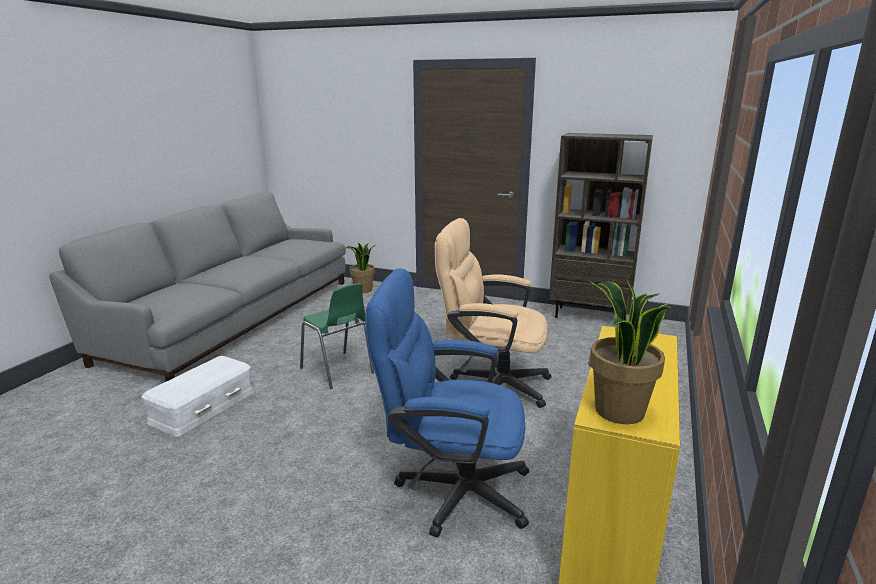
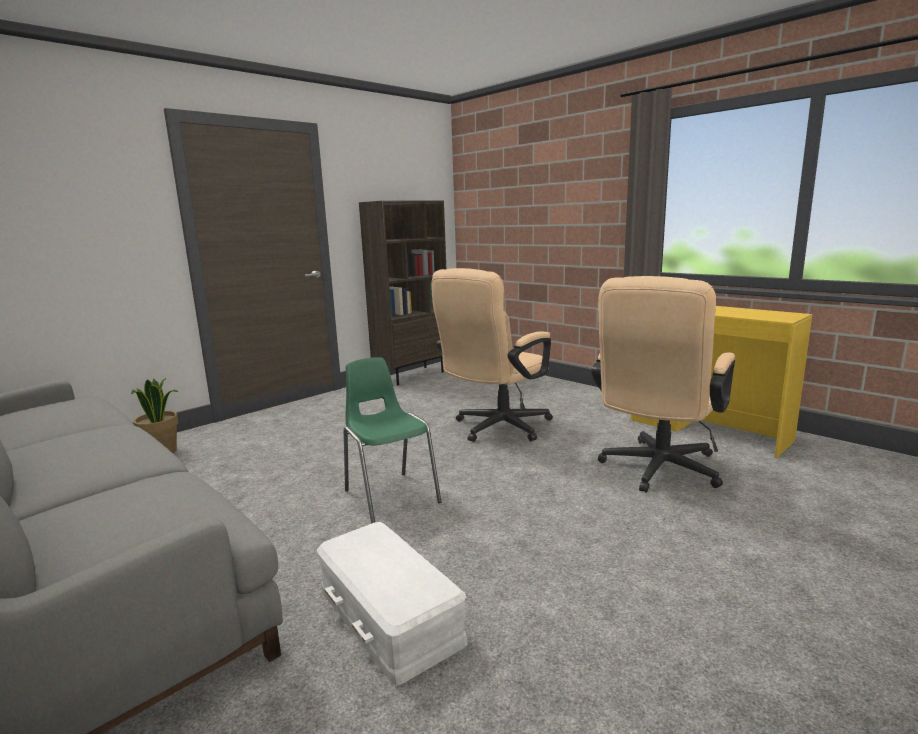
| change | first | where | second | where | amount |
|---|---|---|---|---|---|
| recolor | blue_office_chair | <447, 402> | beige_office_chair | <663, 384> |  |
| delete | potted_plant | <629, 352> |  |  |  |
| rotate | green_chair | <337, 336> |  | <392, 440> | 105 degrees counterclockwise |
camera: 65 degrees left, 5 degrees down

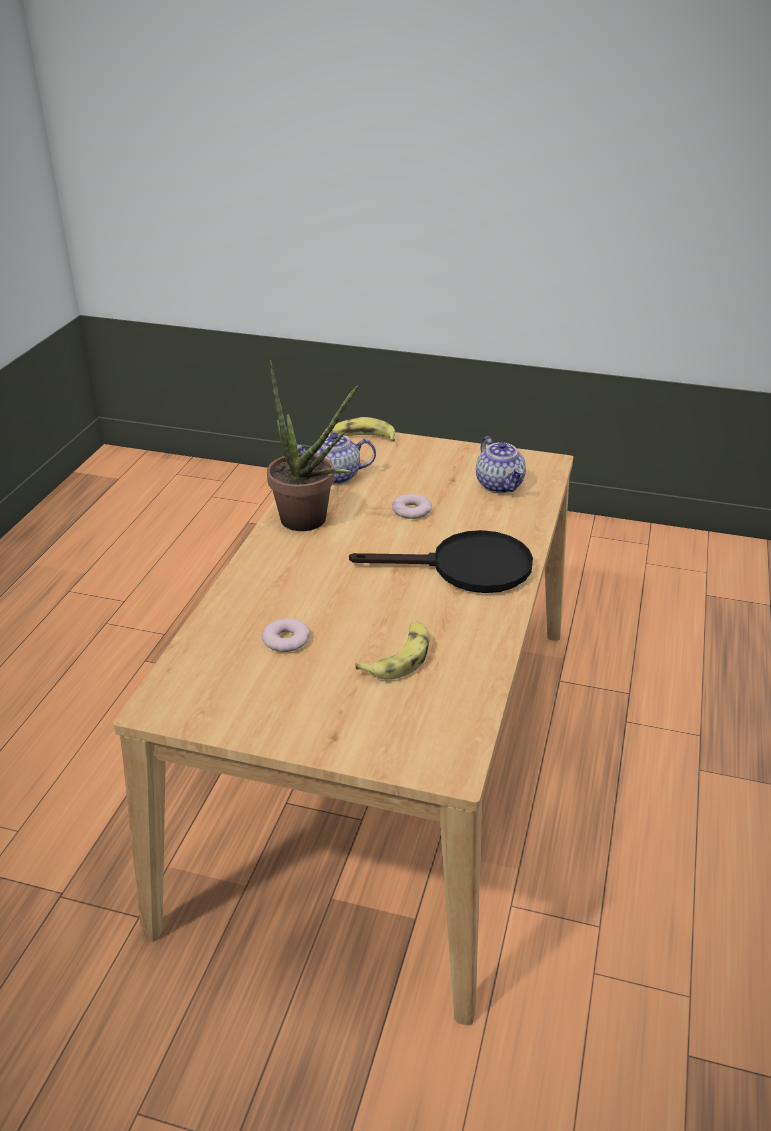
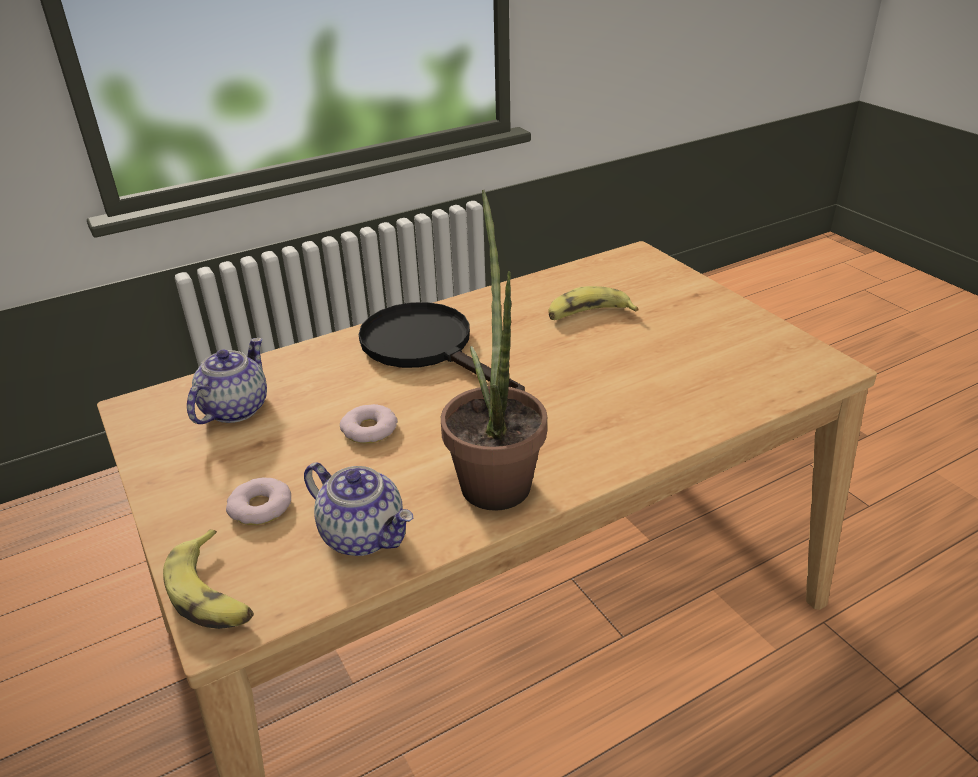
| change | first | where | second | where | amount |
|---|---|---|---|---|---|
| move | donut | <286, 635> |  | <258, 501> |  |
camera: 135 degrees left, 0 degrees up

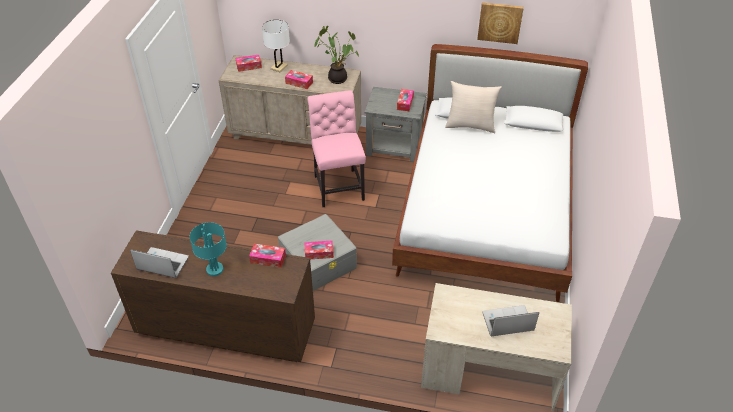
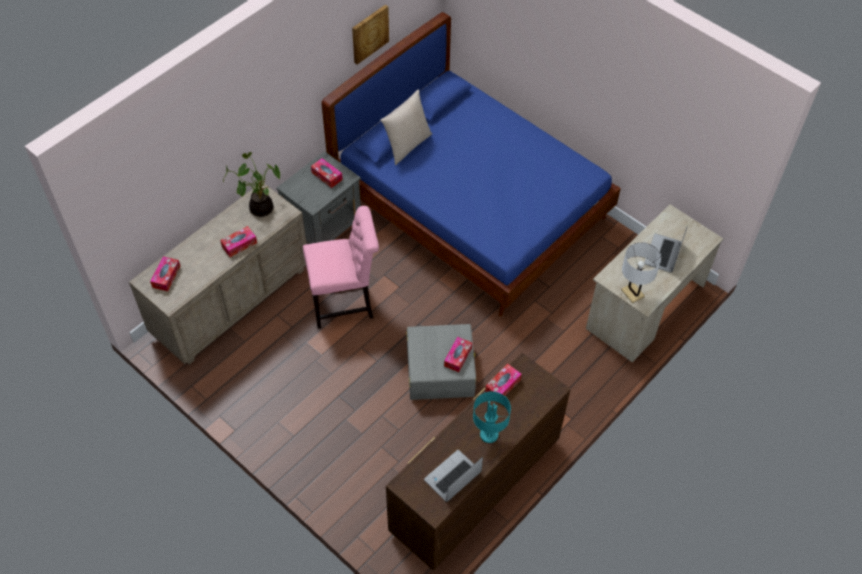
| change | first | where | second | where | amount |
|---|---|---|---|---|---|
| move | white_table_lamp | <276, 46> |  | <641, 272> |  |
| recolor | white_bed | <490, 173> | blue_bed | <471, 164> |  |
| rotate | pink_chair | <336, 148> |  | <341, 267> | 150 degrees clockwise |
camera: 60 degrees left, 10 degrees up

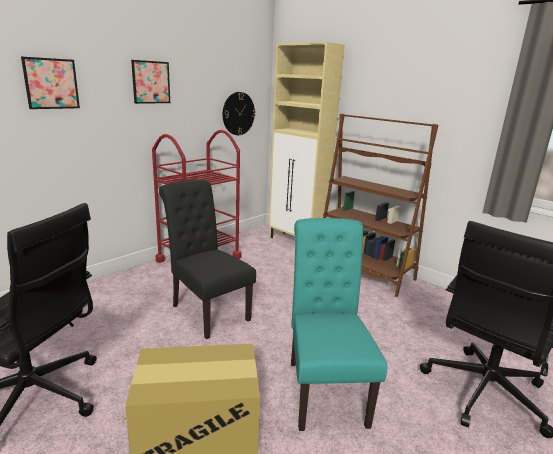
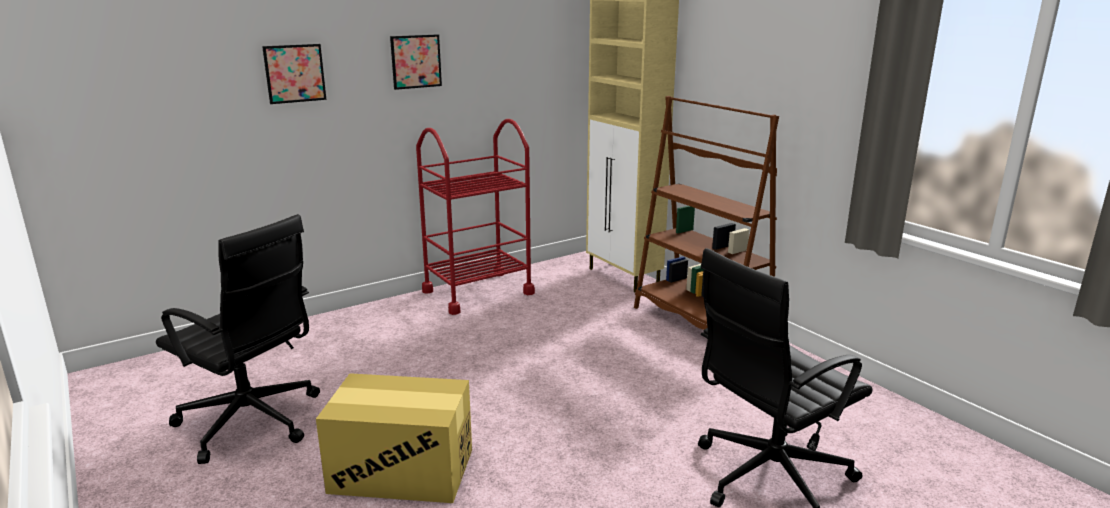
| change | first | where | second | where | amount |
|---|---|---|---|---|---|
| delete | wall_clock | <239, 113> |  |  |  |
| delete | black_chair | <207, 259> |  |  |  |
| delete | turquoise_chair | <339, 324> |  |  |  |
camera: 15 degrees right, 0 degrees up

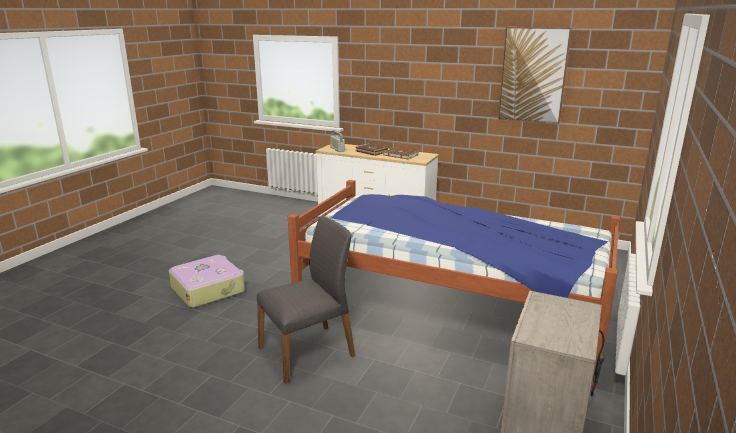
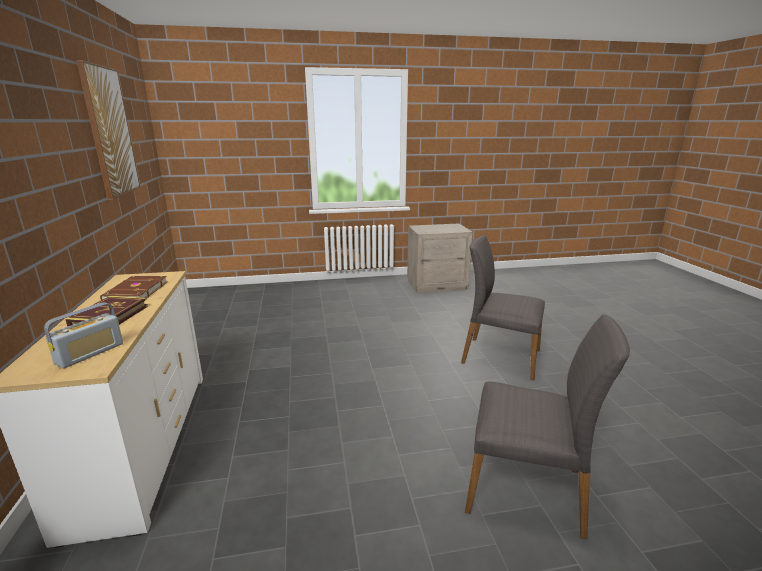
| change | first | where | second | where | amount |
|---|---|---|---|---|---|
| delete | bed | <454, 284> |  |  |  |
| replace | suitcase | <207, 281> | grey_chair | <547, 426> |  |
camera: 125 degrees left, 0 degrees up

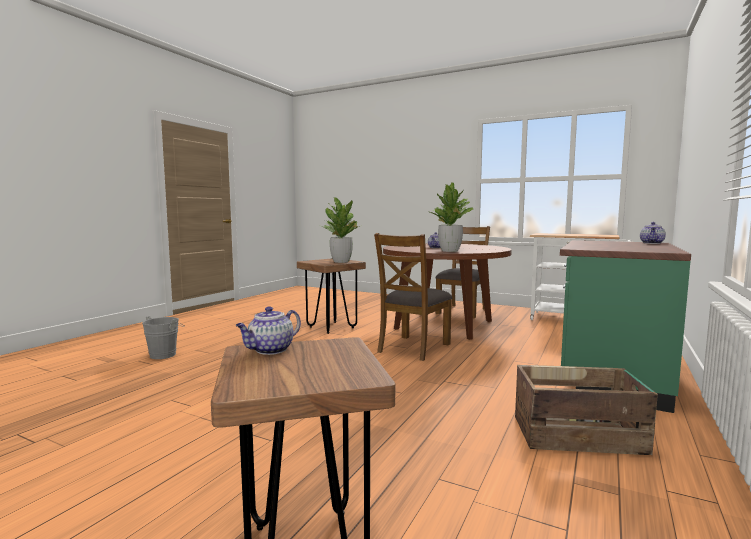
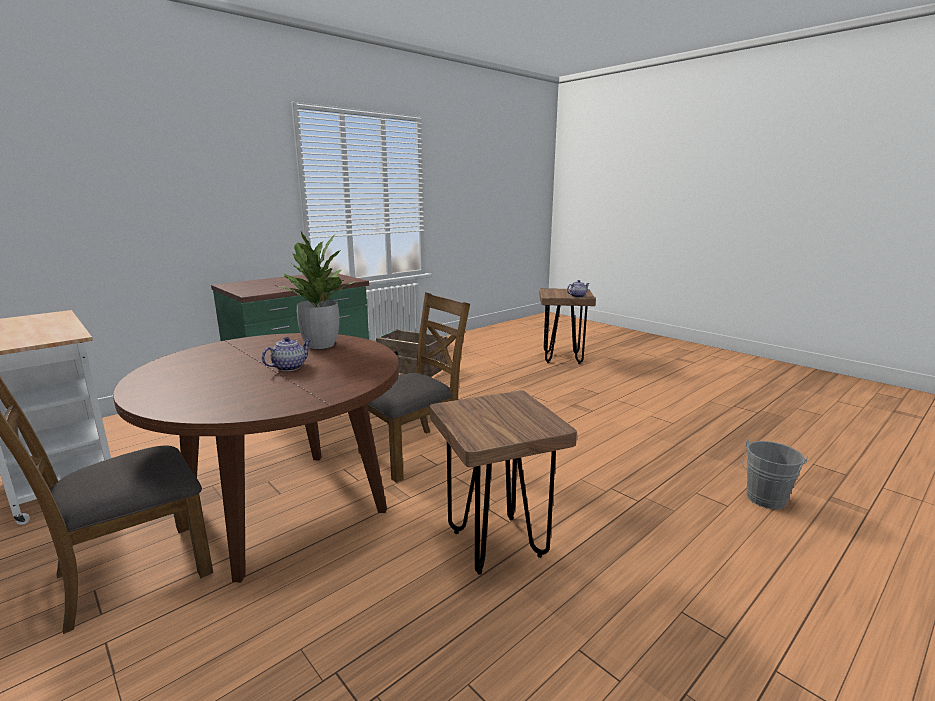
| change | first | where | second | where | amount |
|---|---|---|---|---|---|
| delete | potted_plant | <342, 230> |  |  |  |
| delete | teapot | <653, 233> |  |  |  |
camera: 160 degrees left, 10 degrees up

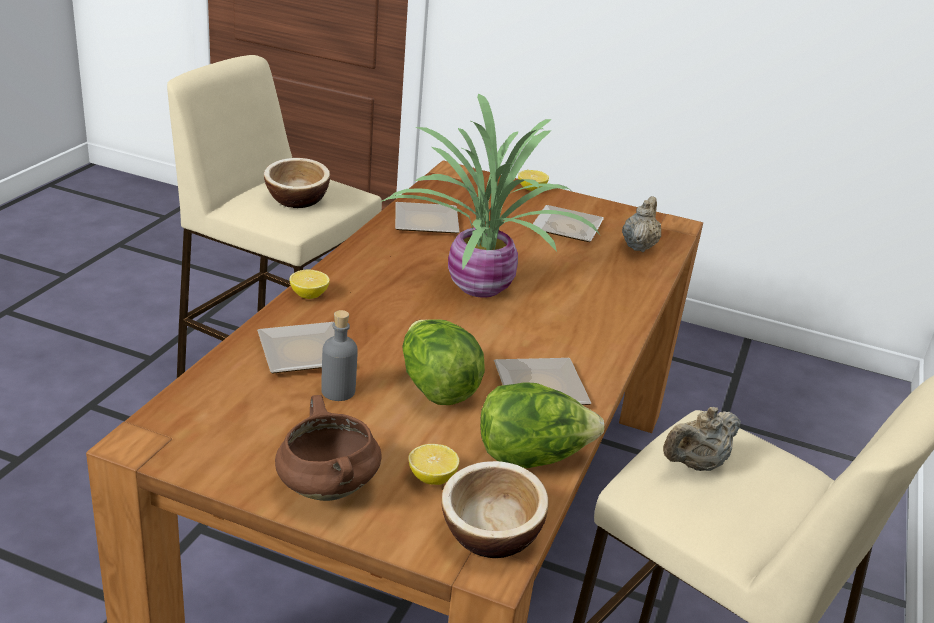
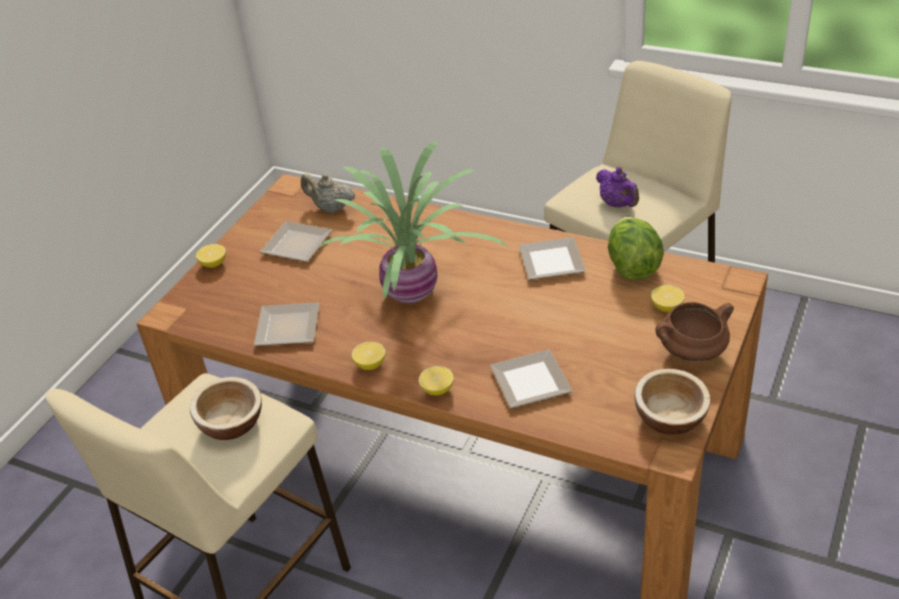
| change | first | where | second | where | amount |
|---|---|---|---|---|---|
| delete | grey_bottle | <339, 355> |  |  |  |
| delete | lettuce | <444, 362> |  |  |  |
| recolor | beige_teapot | <702, 439> | purple_teapot | <617, 187> |  |
| move | bowl | <495, 509> |  | <673, 402> |  |
| insert |  |  | lemon | <369, 356> |  |
camera: 80 degrees left, 10 degrees up

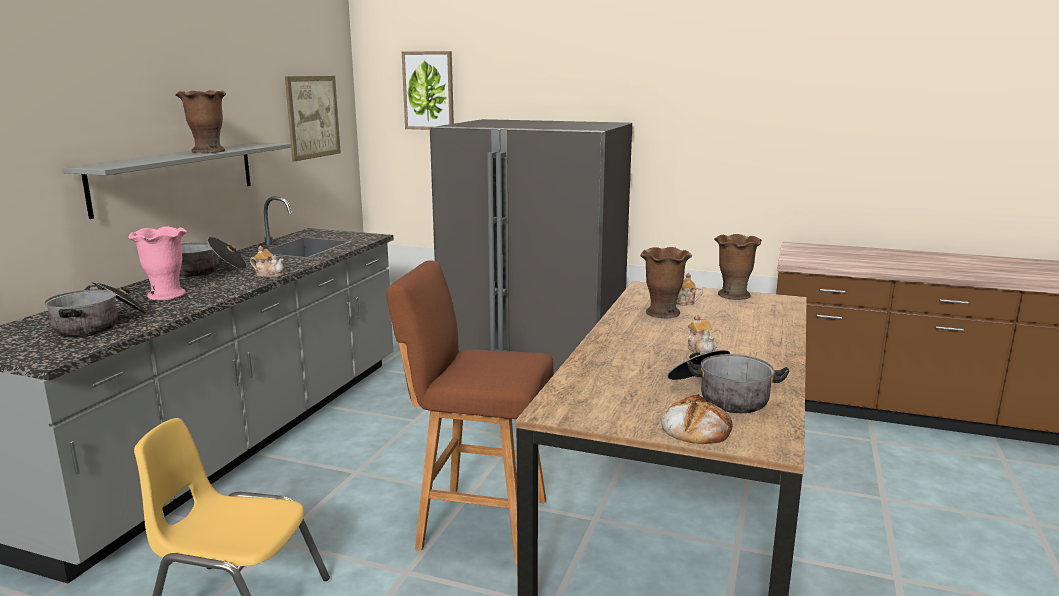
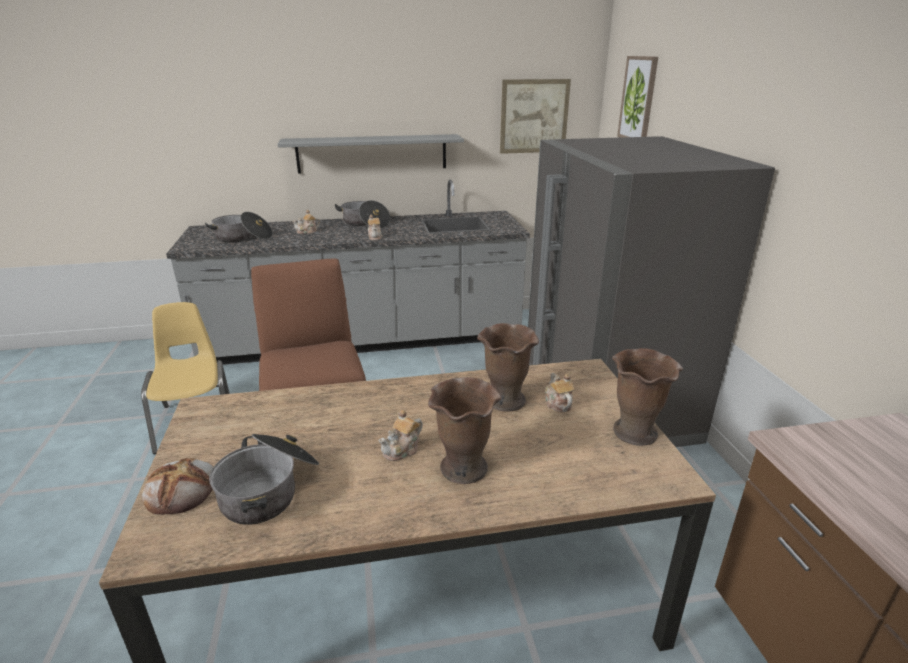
| change | first | where | second | where | amount |
|---|---|---|---|---|---|
| move | brown_vase | <200, 121> |  | <465, 430> |  |
| replace | pink_vase | <158, 263> | teapot | <306, 222> |  |
camera: 60 degrees right, 10 degrees up

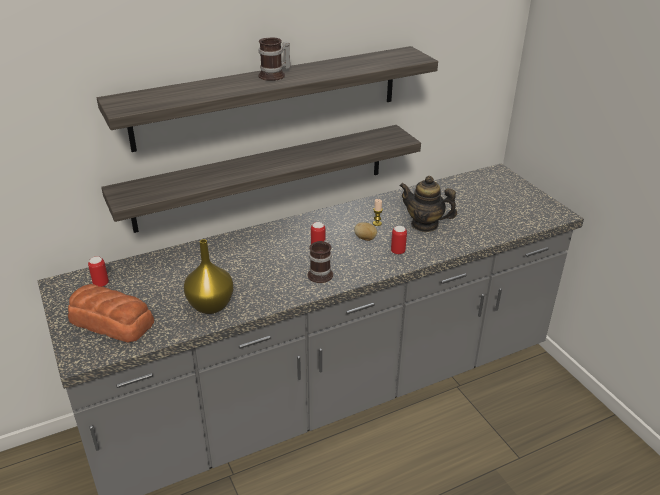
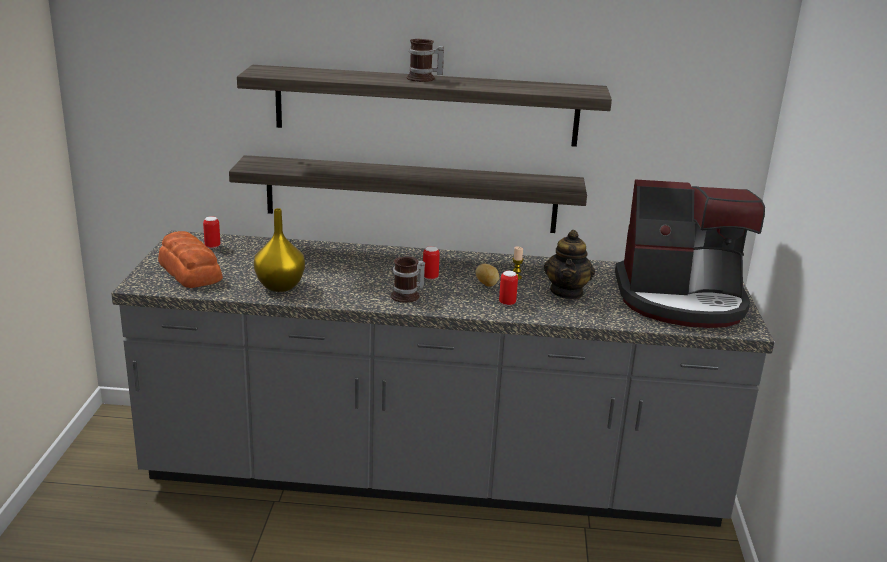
| change | first | where | second | where | amount |
|---|---|---|---|---|---|
| rotate | teapot | <428, 204> |  | <569, 264> | 135 degrees counterclockwise |
| insert |  |  | coffee_machine | <690, 254> |  |
camera: 30 degrees right, 10 degrees down

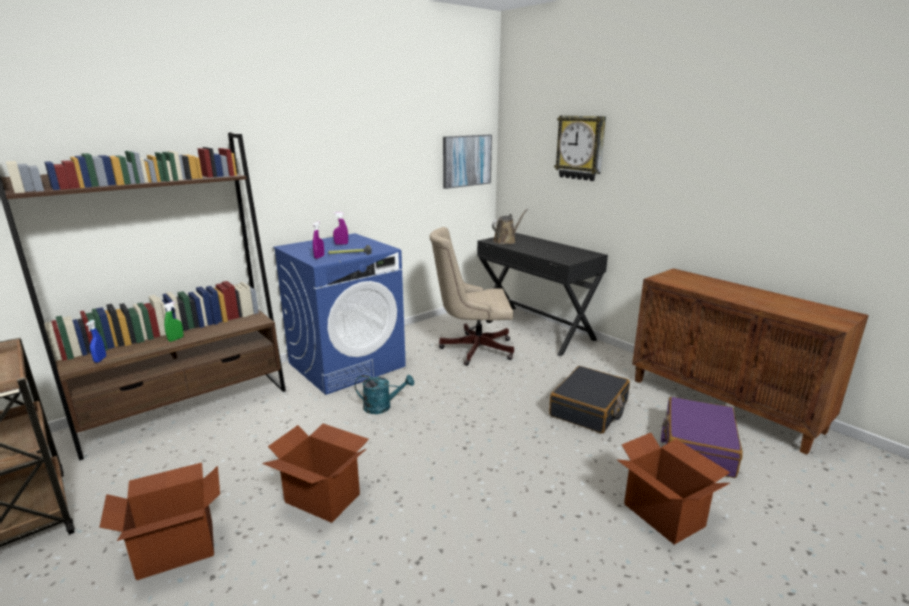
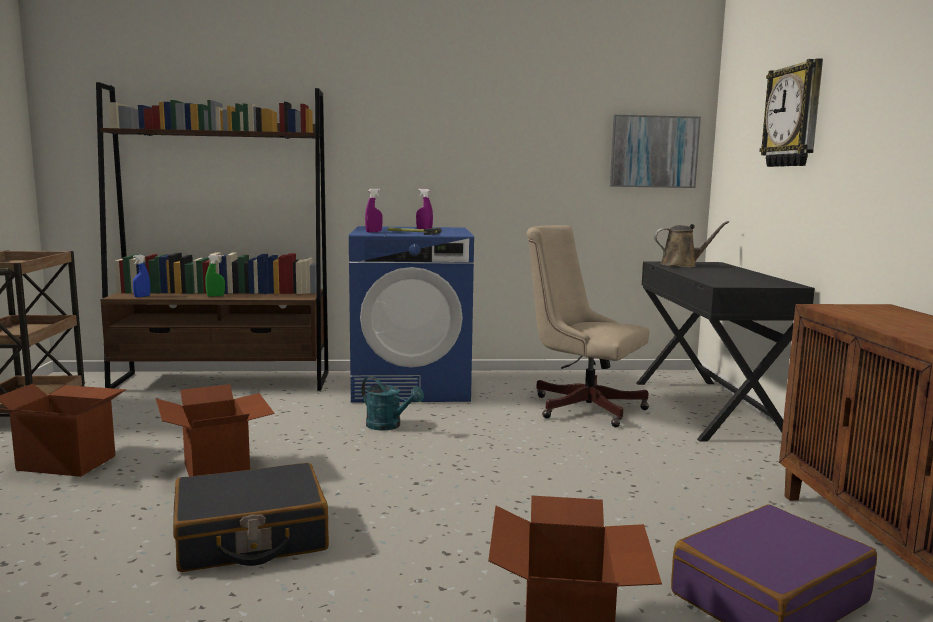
| change | first | where | second | where | amount |
|---|---|---|---|---|---|
| move | black_suitcase | <589, 400> |  | <251, 517> |  |
camera: 35 degrees right, 10 degrees down

